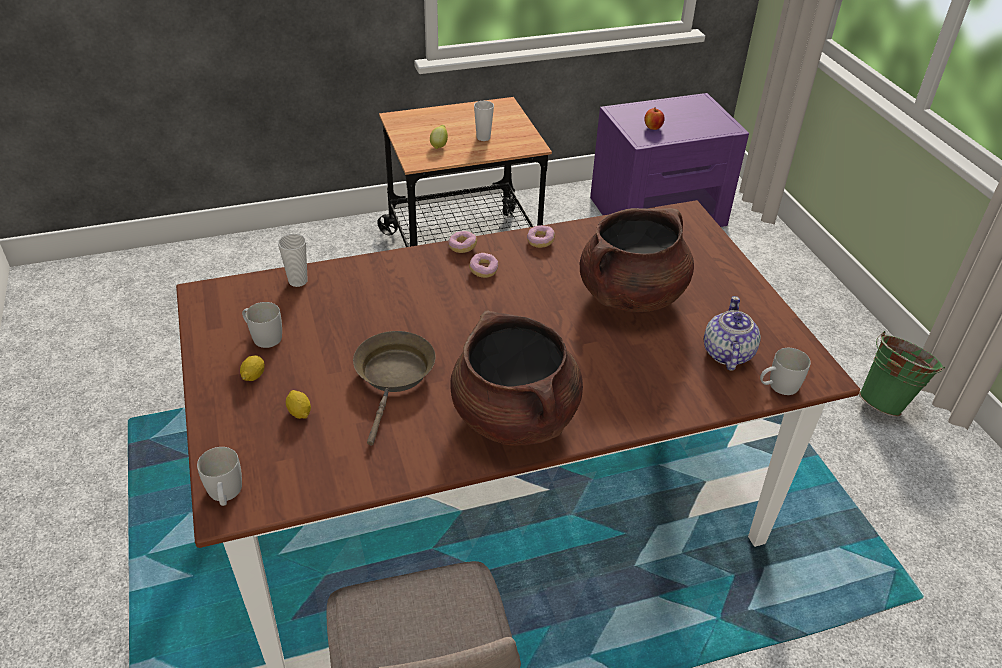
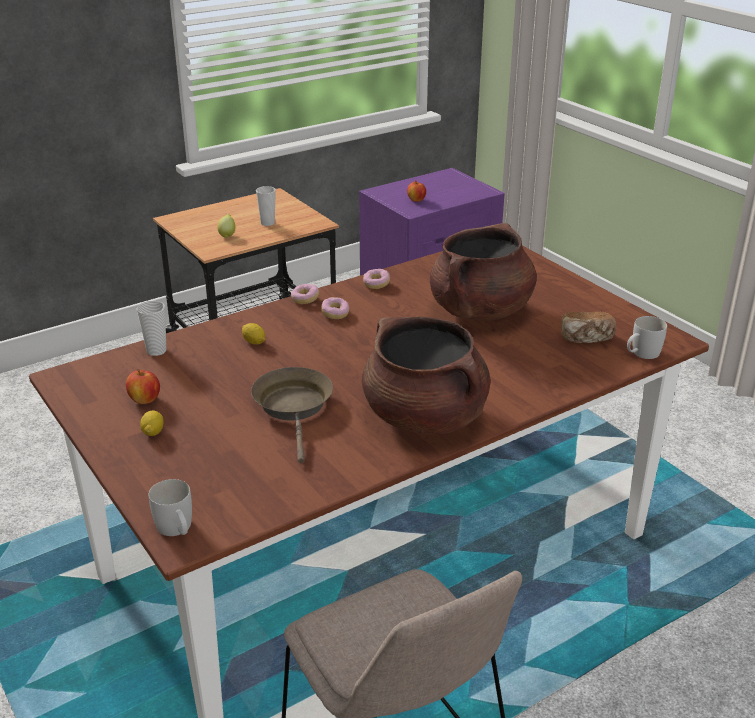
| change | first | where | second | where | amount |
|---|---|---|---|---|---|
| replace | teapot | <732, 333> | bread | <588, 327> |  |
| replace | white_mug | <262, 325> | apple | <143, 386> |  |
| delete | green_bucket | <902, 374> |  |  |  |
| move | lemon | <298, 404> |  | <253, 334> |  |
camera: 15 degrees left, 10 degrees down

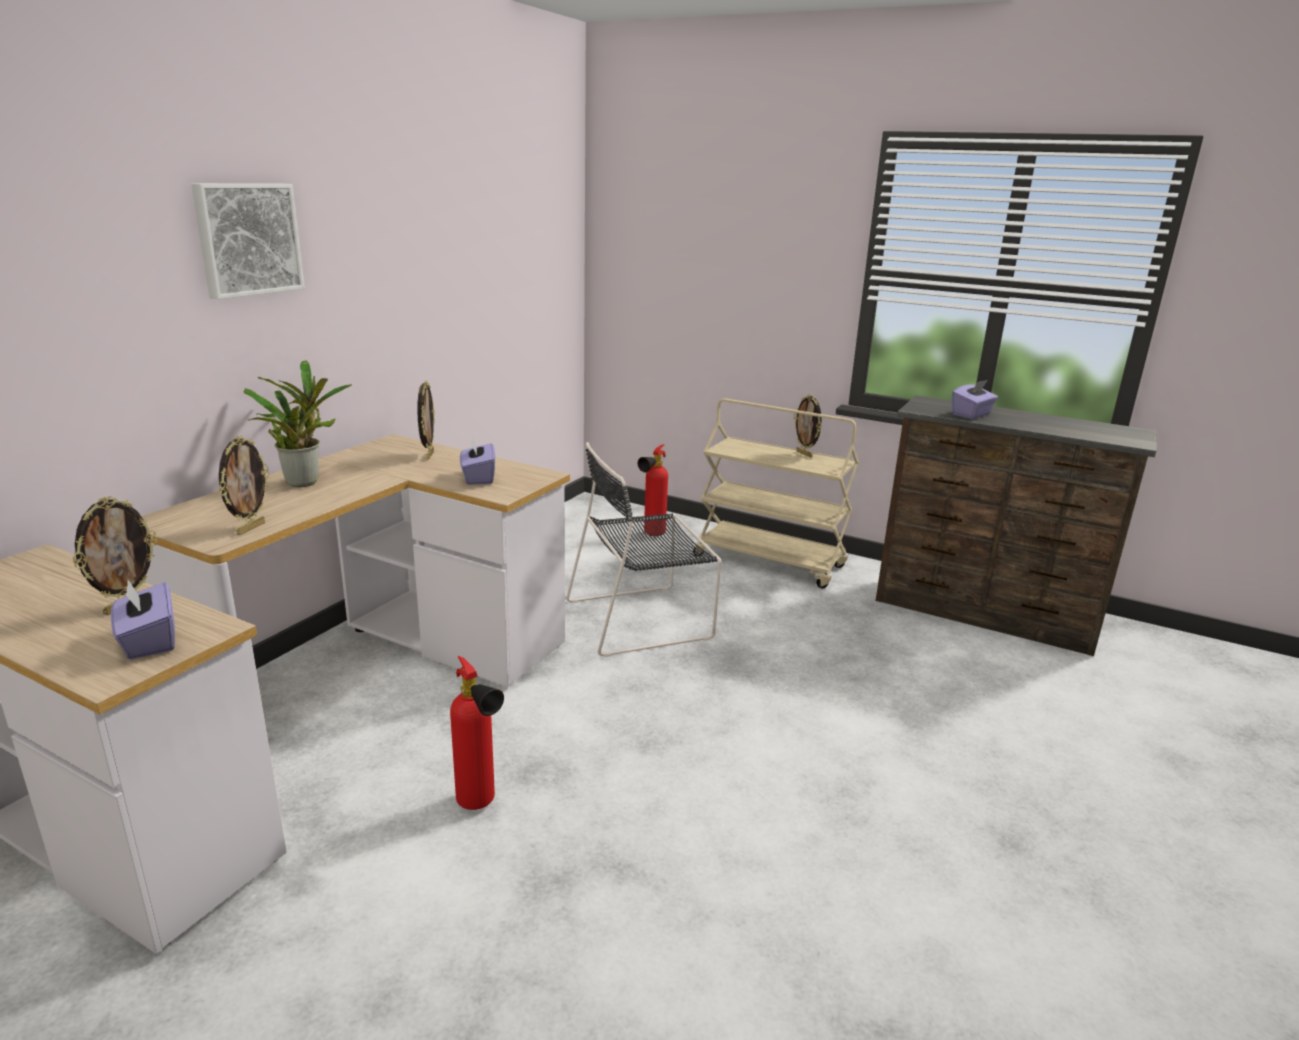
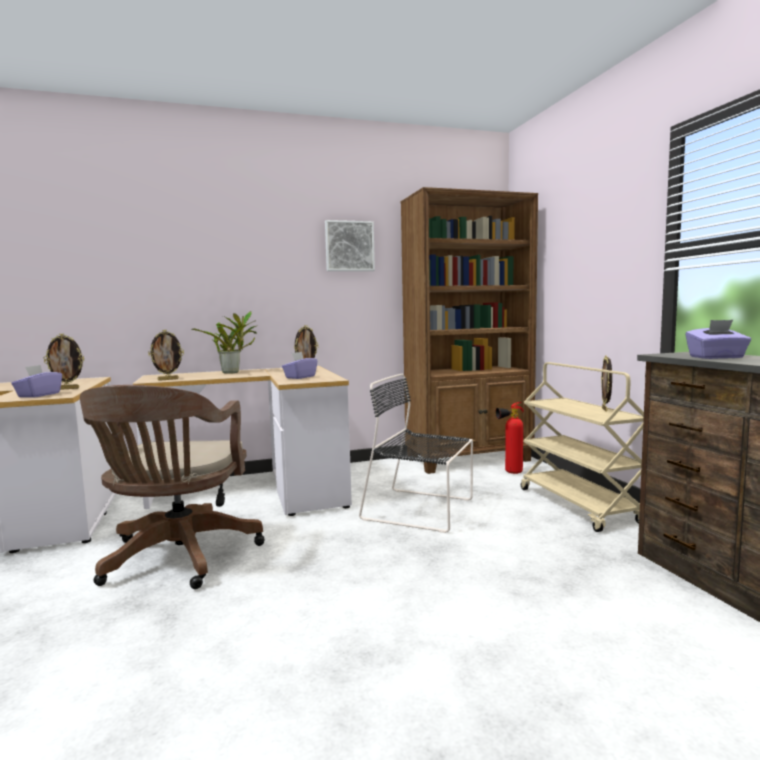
| change | first | where | second | where | amount |
|---|---|---|---|---|---|
| move | picture | <248, 241> |  | <350, 245> |  |
| replace | fire_extinguisher | <477, 733> | brown_office_chair | <172, 487> |  |
| insert |  |  | brown_bookcase | <469, 330> |  |
camera: 45 degrees right, 15 degrees down

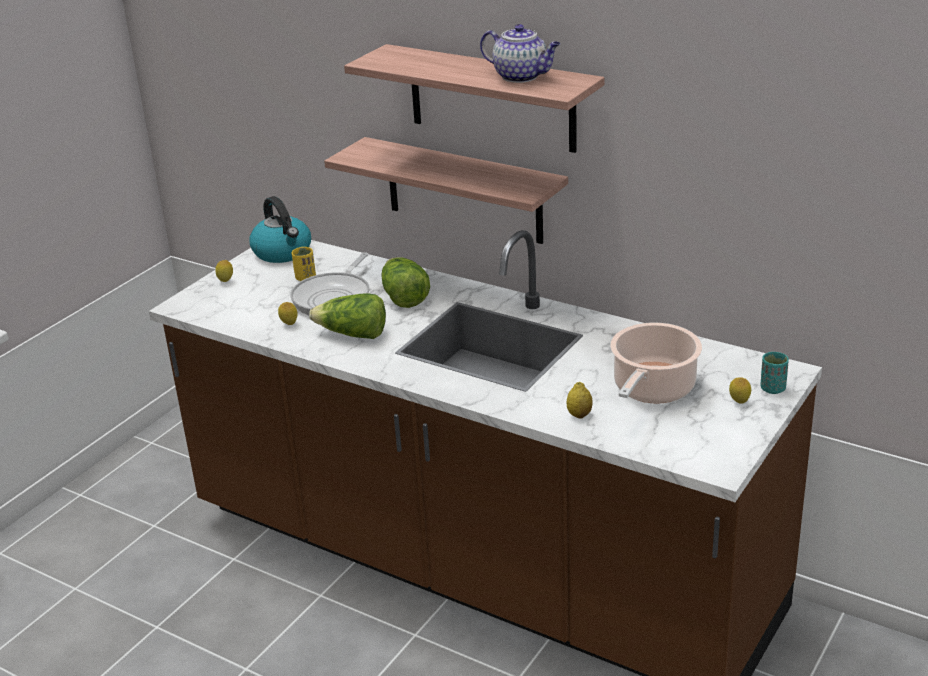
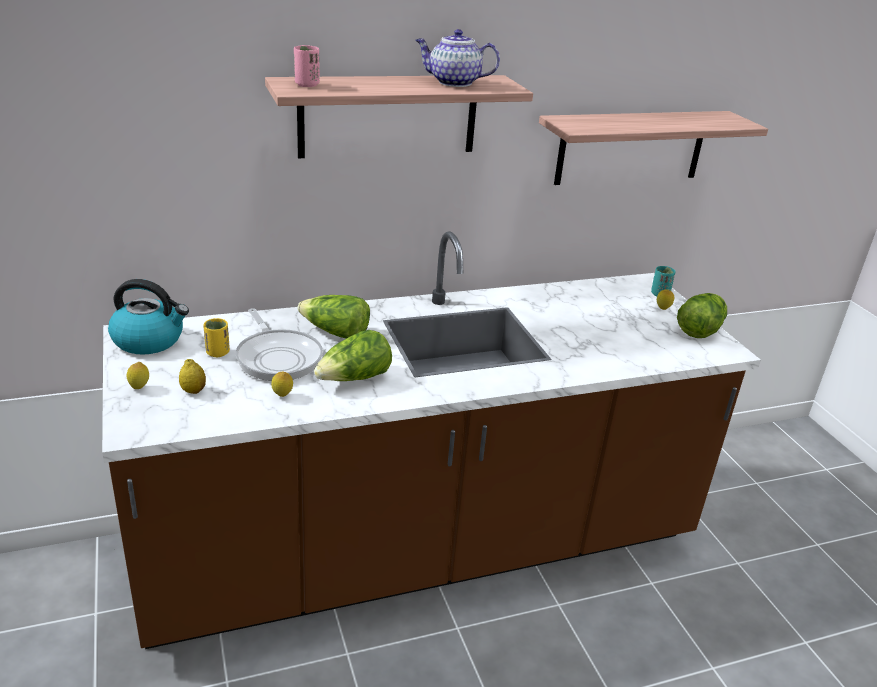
| change | first | where | second | where | amount |
|---|---|---|---|---|---|
| rotate | teapot | <520, 53> |  | <457, 58> | 150 degrees counterclockwise |
| move | shelf | <446, 190> |  | <653, 148> |  |
| delete | cooking_pot | <656, 363> |  |  |  |
| move | lemon | <580, 400> |  | <192, 376> |  |
| insert |  |  | pink_cup | <307, 66> |  |
| insert |  |  | lettuce | <702, 315> |  |
camera: 55 degrees left, 0 degrees up

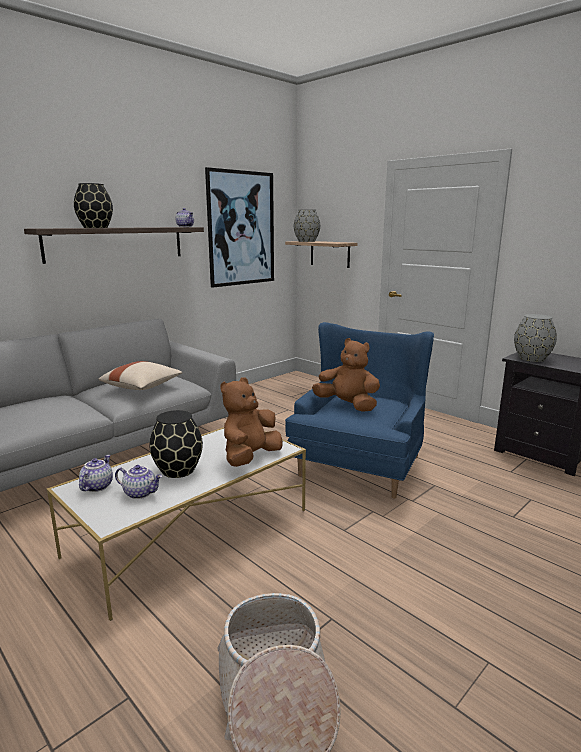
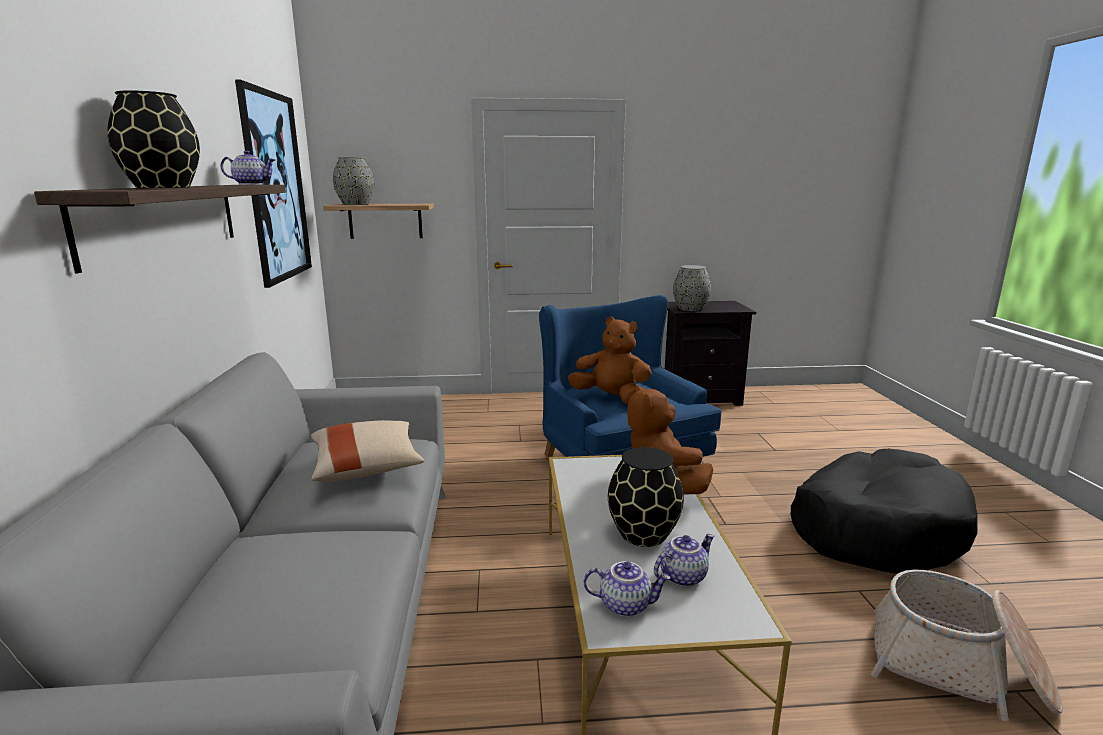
| change | first | where | second | where | amount |
|---|---|---|---|---|---|
| rotate | brown_plush_toy | <346, 375> |  | <610, 360> | 45 degrees clockwise |
| rotate | teapot | <96, 473> |  | <627, 589> | 135 degrees clockwise |
| insert |  |  | black_dog_bed | <884, 511> |  |
camera: 50 degrees left, 0 degrees up

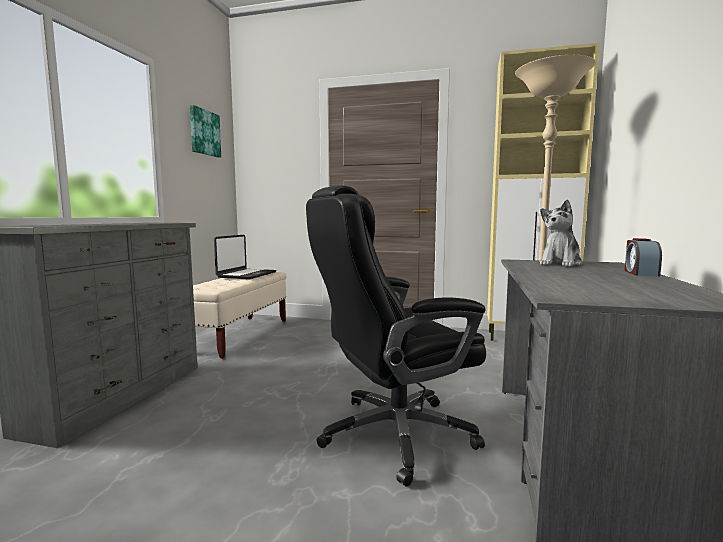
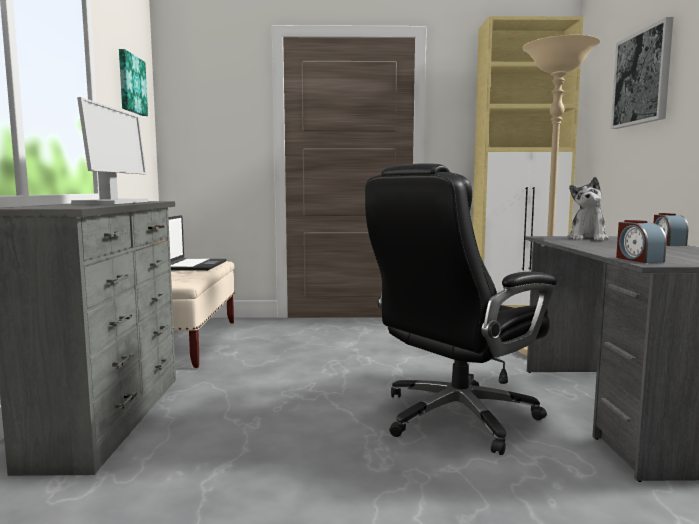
| change | first | where | second | where | amount |
|---|---|---|---|---|---|
| insert |  |  | picture | <642, 73> |  |
| insert |  |  | monitor | <109, 150> |  |
| insert |  |  | alarm_clock | <641, 241> |  |
camera: 15 degrees left, 0 degrees up

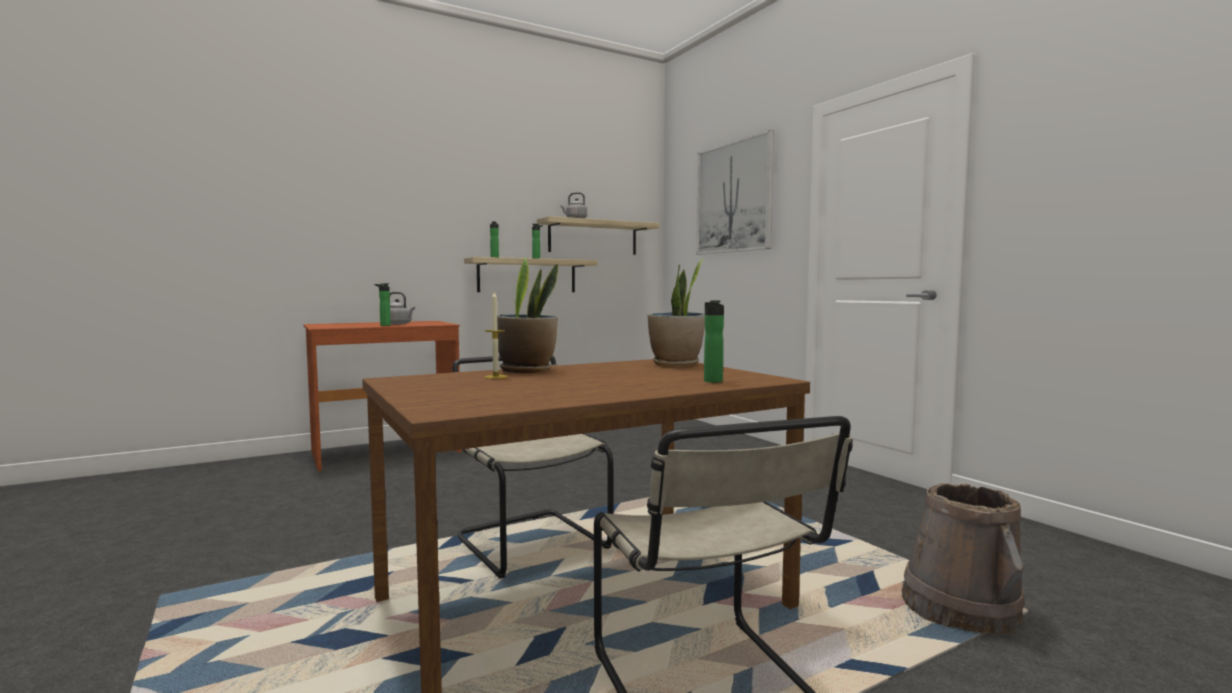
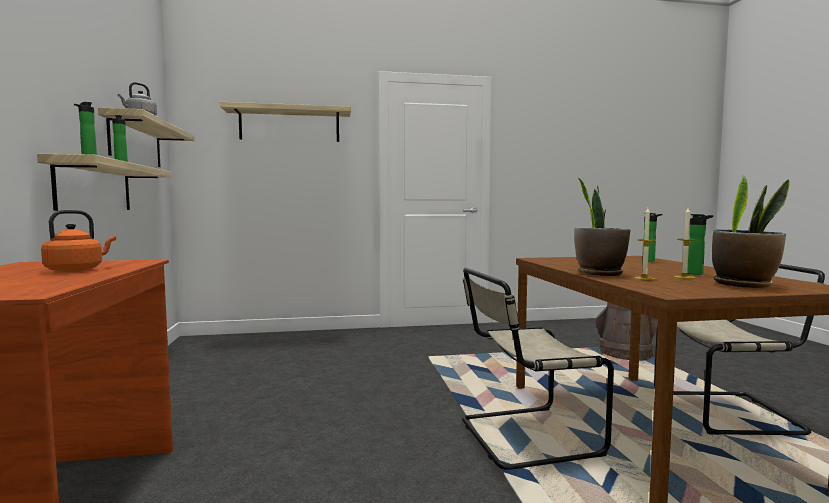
| change | first | where | second | where | amount |
|---|---|---|---|---|---|
| replace | picture | <735, 192> | shelf | <285, 122> |  |
| move | potted_plant | <676, 312> |  | <751, 231> |  |
| move | bottle | <382, 304> |  | <700, 244> |  |
| recolor | grey_kettle | <402, 308> | orange_kettle | <78, 241> |  |
| insert |  |  | candle | <685, 243> |  |
camera: 70 degrees left, 0 degrees up

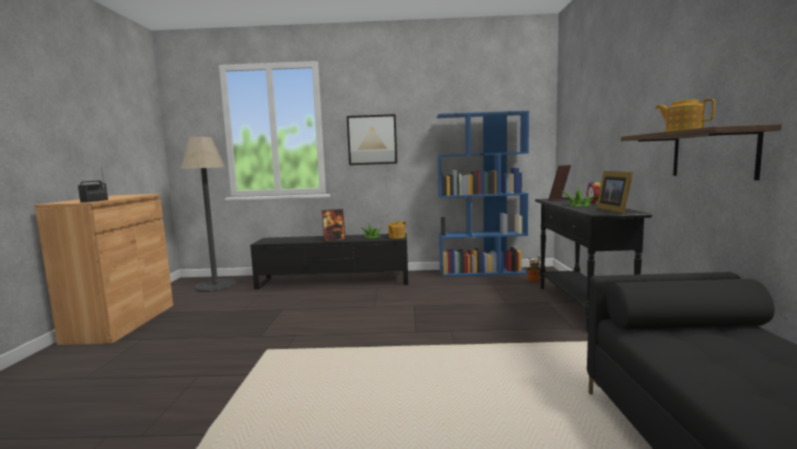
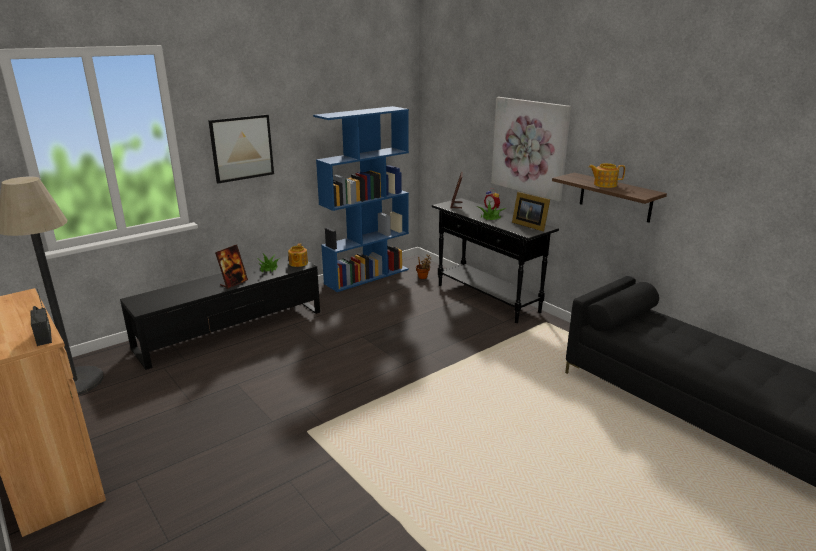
| change | first | where | second | where | amount |
|---|---|---|---|---|---|
| insert |  |  | picture | <531, 149> |  |
camera: 40 degrees left, 15 degrees up

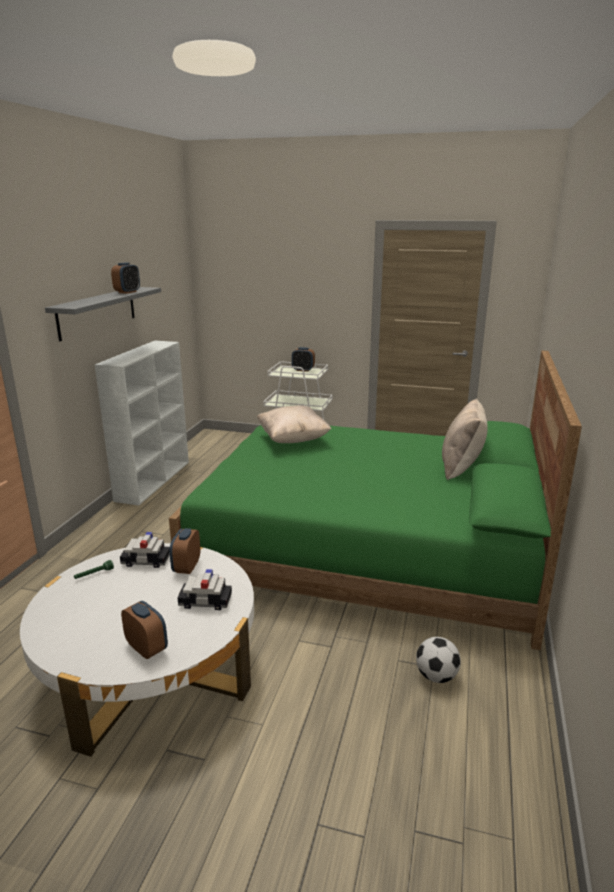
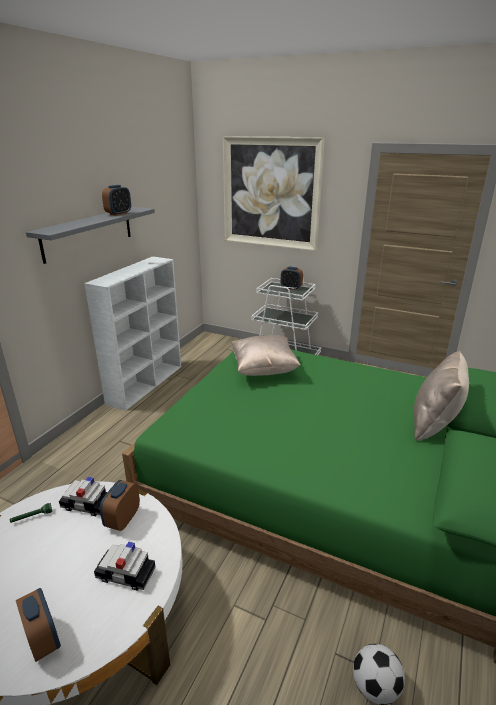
| change | first | where | second | where | amount |
|---|---|---|---|---|---|
| insert |  |  | picture | <274, 193> |  |
camera: 10 degrees right, 5 degrees up

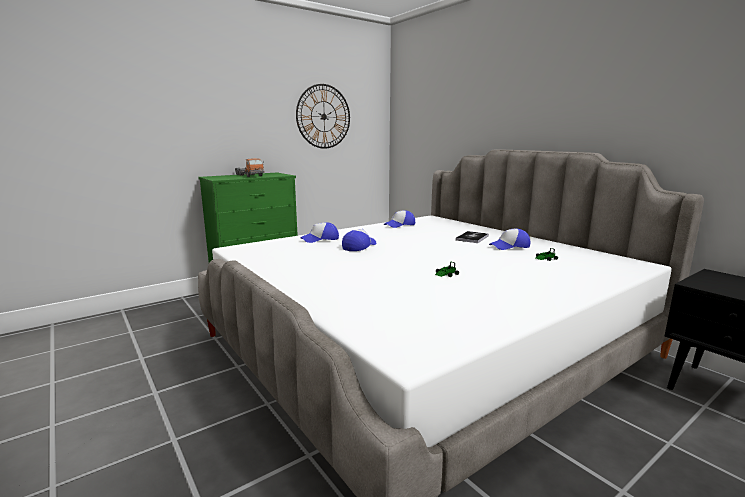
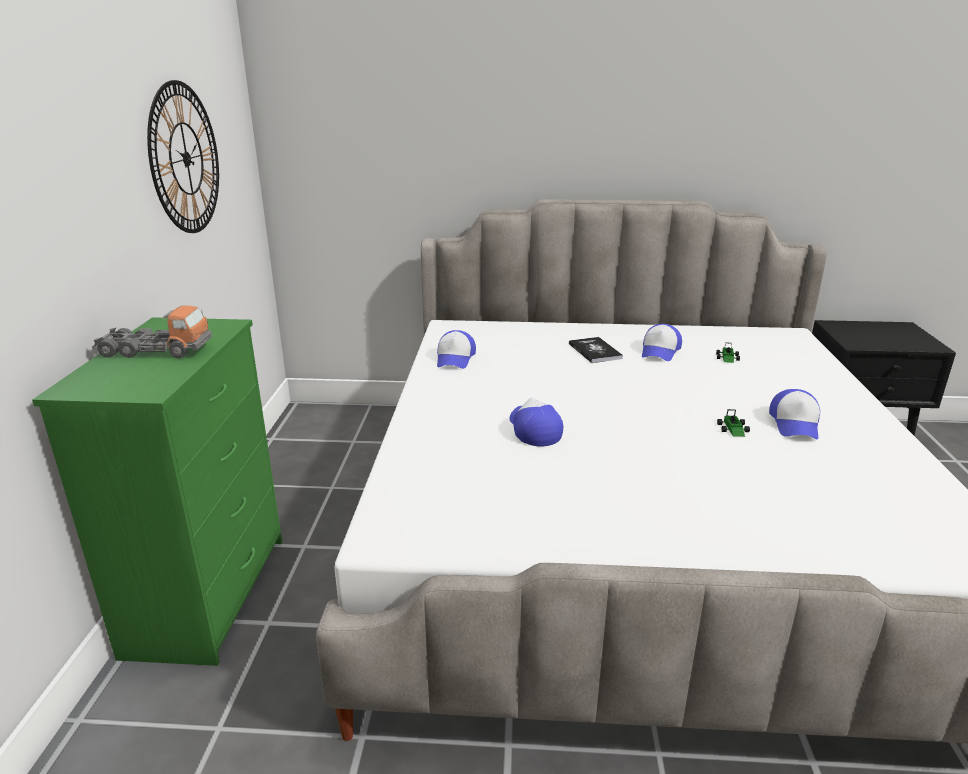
| change | first | where | second | where | amount |
|---|---|---|---|---|---|
| move | cap | <319, 232> |  | <794, 414> |  |
camera: 50 degrees left, 10 degrees up

